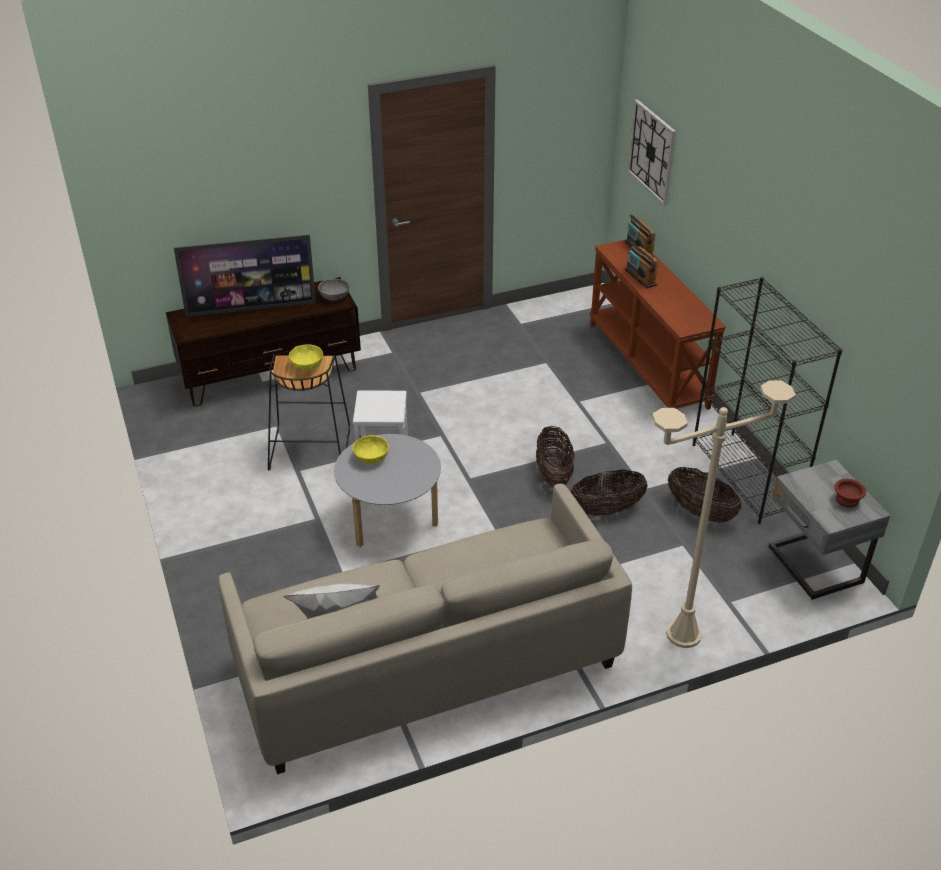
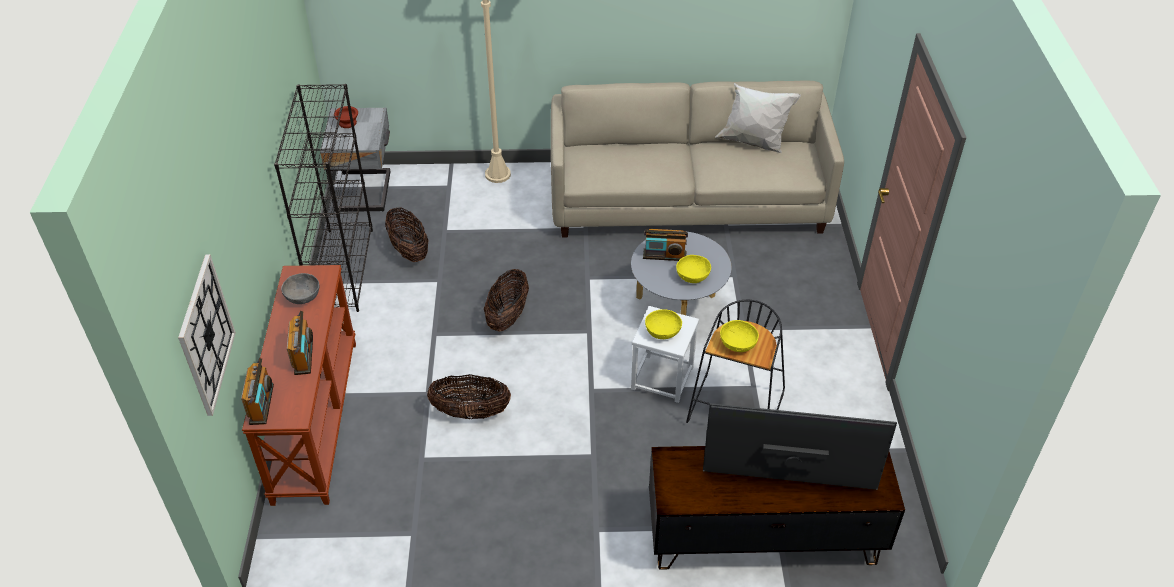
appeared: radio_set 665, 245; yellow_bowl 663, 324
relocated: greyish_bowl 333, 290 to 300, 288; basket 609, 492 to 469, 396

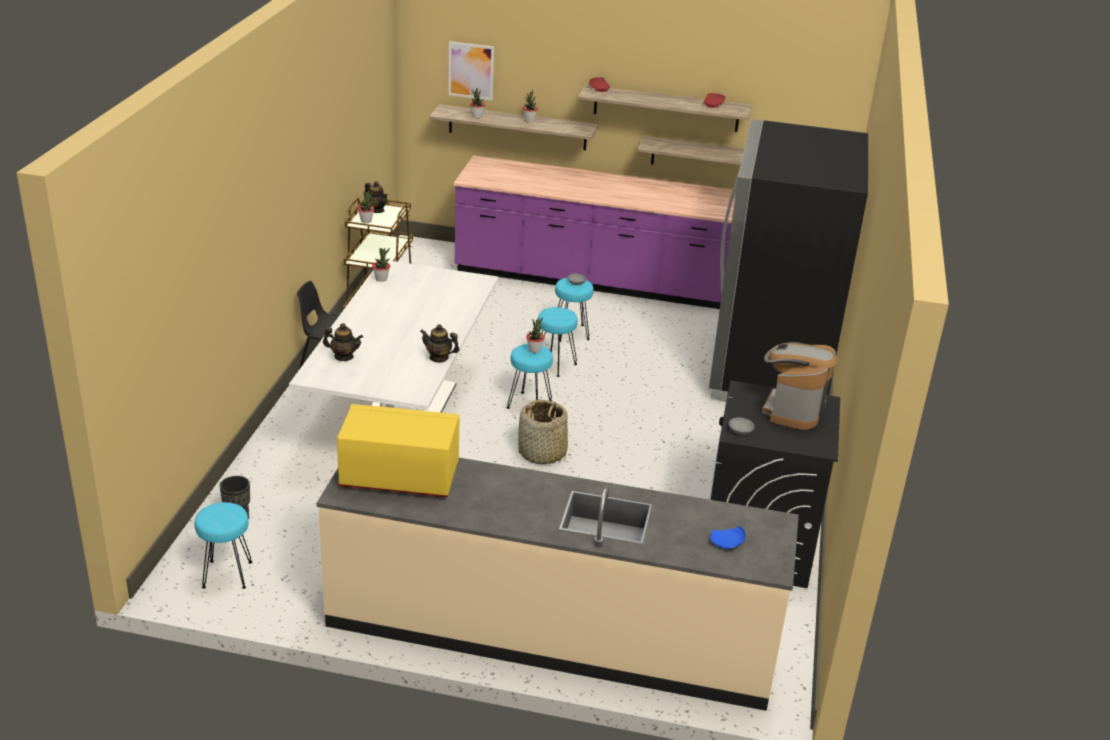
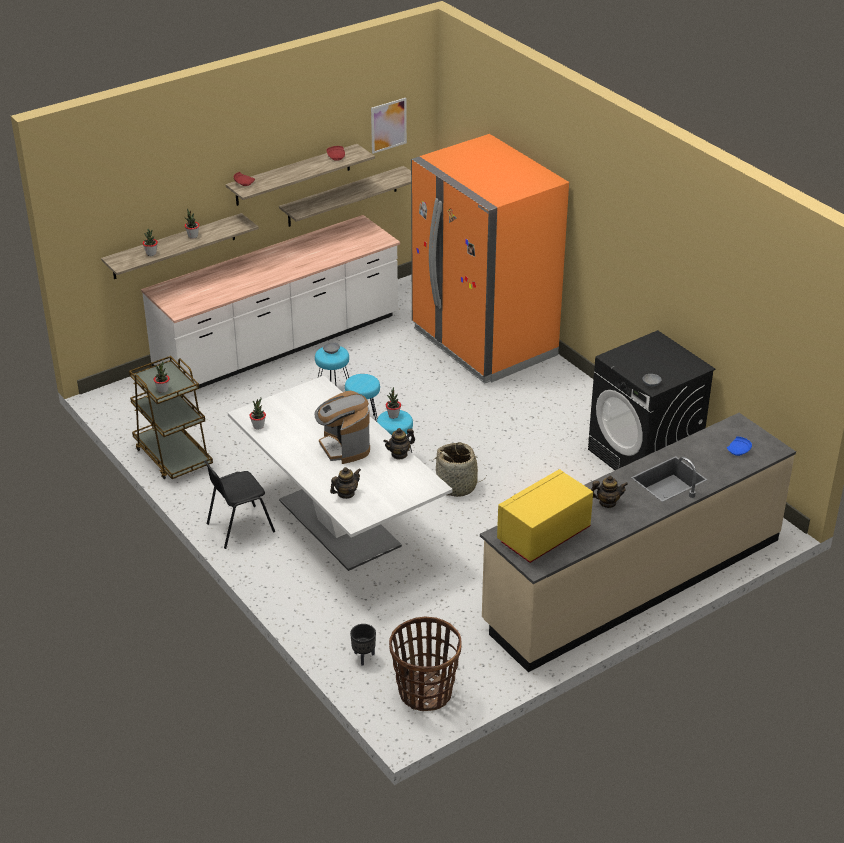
relocated: pot_for_tea 376, 197 to 609, 492; wall_picture 471, 71 to 389, 126; coffee_brewer 799, 386 to 342, 427
exchanged: blue-green_sitting_stool 223, 545 to basket 425, 664
colour: purple_kitchen_counter 595, 232 to whitish_kitchen_counter 270, 301; black-coloured_kitchen_fridge 788, 260 to orangey_kitchen_fridge 490, 258

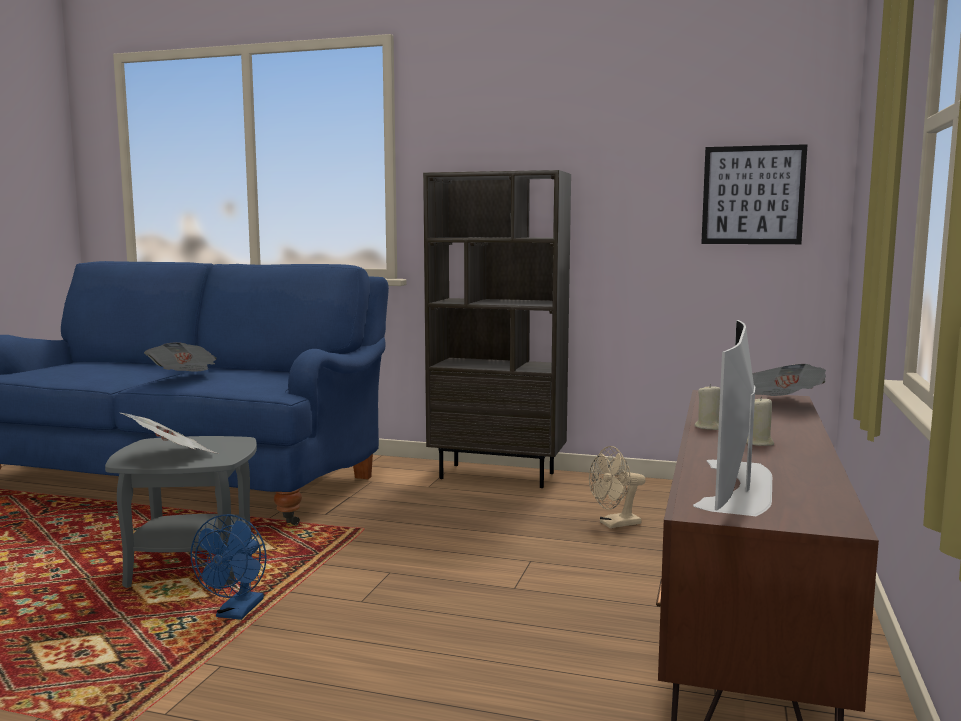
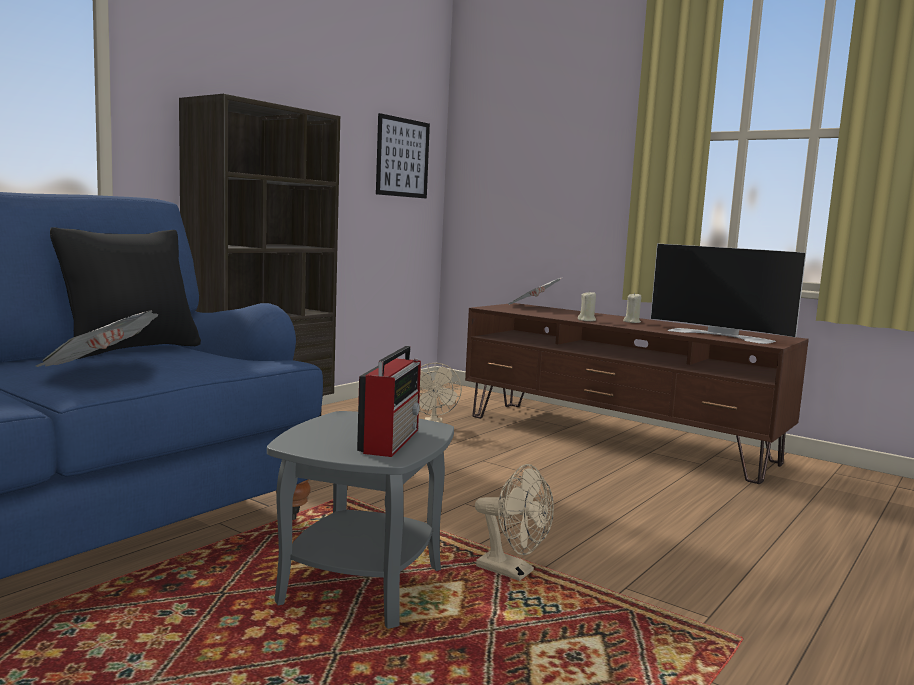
appeared: black-coloured_pillow 125, 293
exchanged: daily_paper 168, 433 to radio_set 389, 401
colour: blue-coloured_cooling_fan 228, 567 to beige-coloured_cooling_fan 514, 522

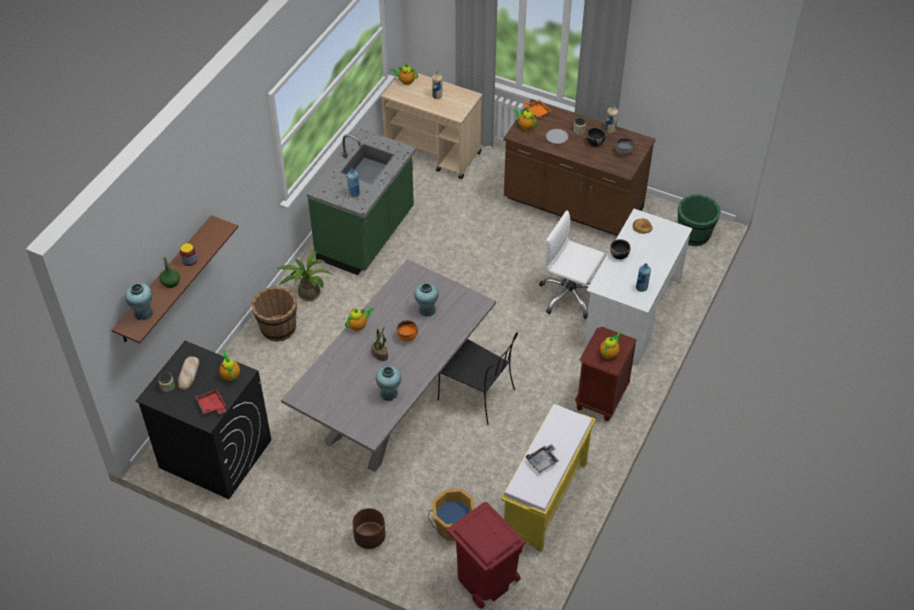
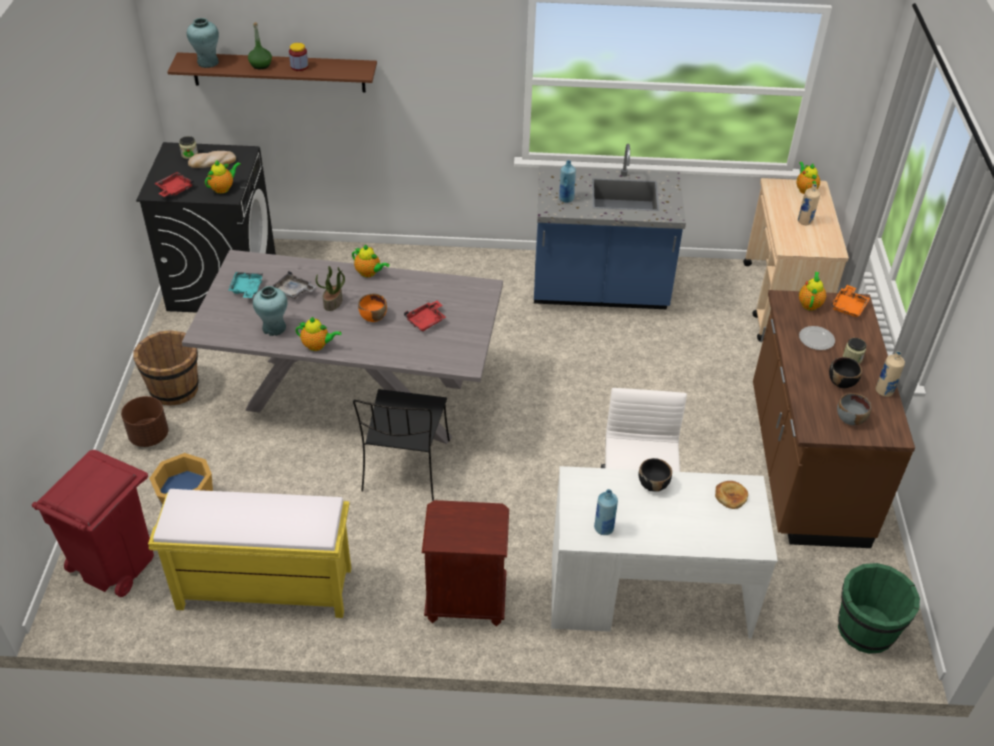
missing: potted_plant 305, 276
appeared: blue-green_serving_tray 245, 285
relocated: brownish_water_bucket 274, 314 to 166, 368; greyish_serving_tray 542, 458 to 294, 285; pot_for_tea 611, 345 to 318, 334
exchanged: blue-green_flower_vase 426, 299 to red-coloured_serving_tray 425, 316
colour: greenish_kitchen_counter 361, 202 to blue-coloured_kitchen_counter 610, 226

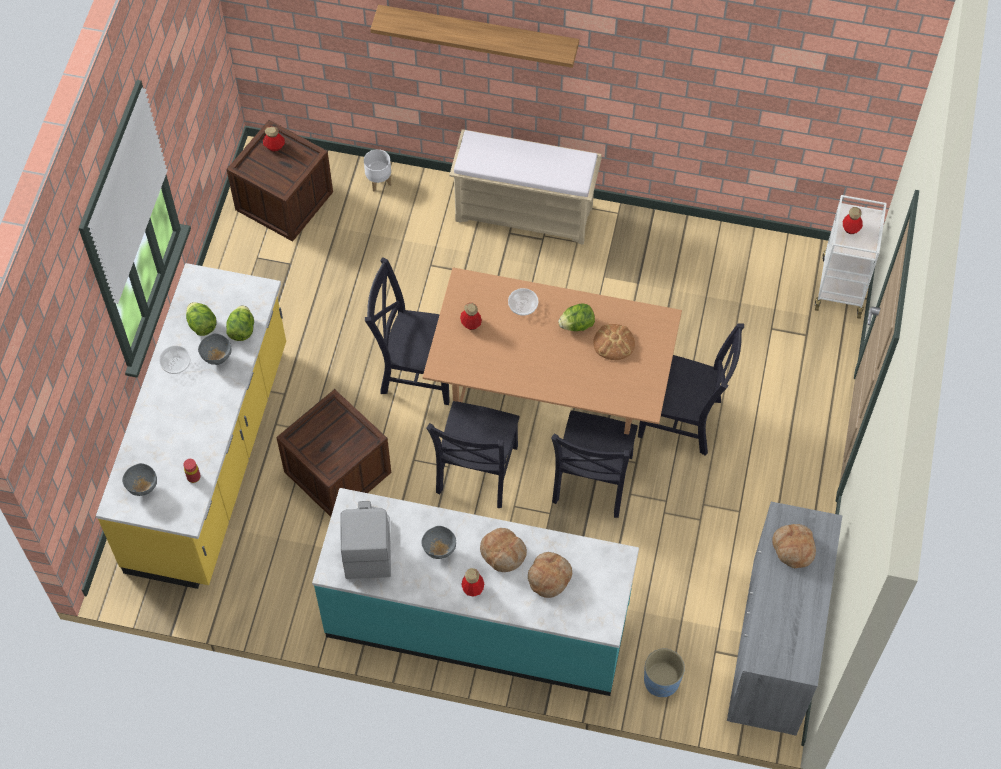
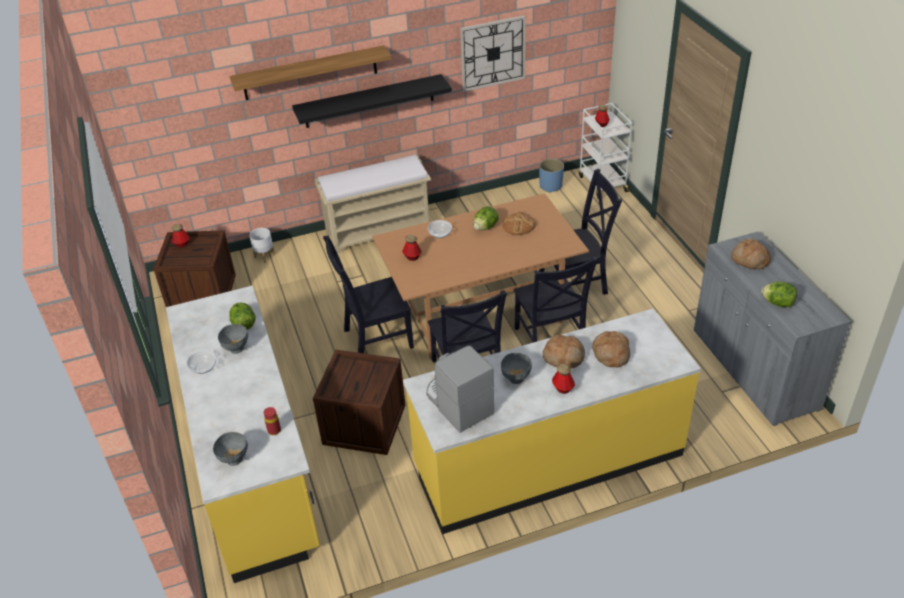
appeared: black-coloured_shelf 372, 101; hanging_clock 493, 53
relocated: head_of_lettuce 201, 319 to 779, 294; blue-coloured_flower_pot 664, 673 to 551, 176
colour: blue-green_kitchen_counter 475, 592 to yellow_kitchen_counter 552, 421

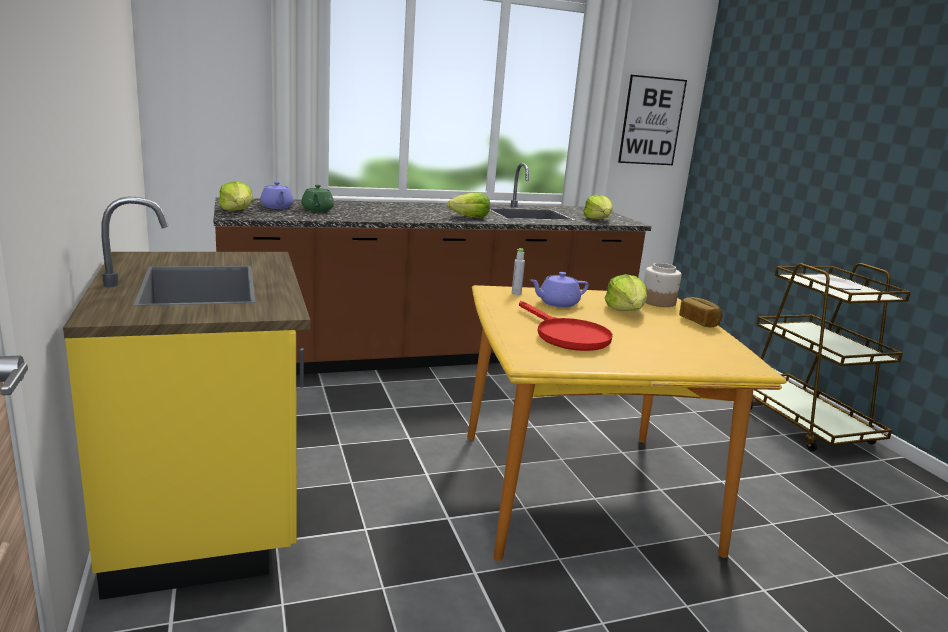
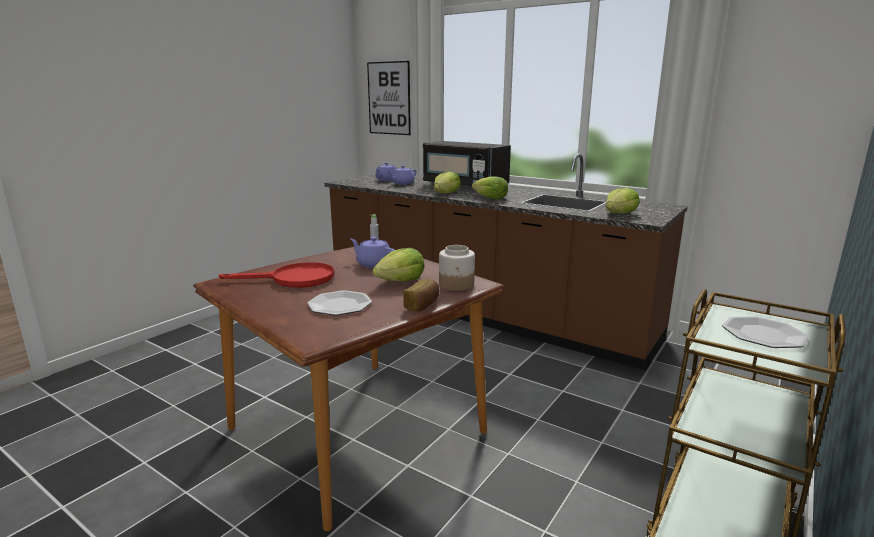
missing: yellow_kitchen_counter 186, 398
appeared: flat_dish 339, 302; black-coloured_microwave 467, 163
relocated: head_of_lettuce 236, 196 to 447, 182; wall_picture 652, 120 to 389, 98
colour: greenish_pot_for_tea 317, 198 to purple_pot_for_tea 402, 175; yellow_dinner_table 627, 423 to brownish_dinner_table 348, 389
spun: red-coloured_pan 566, 326 = 277, 275 120 degrees counterclockwise

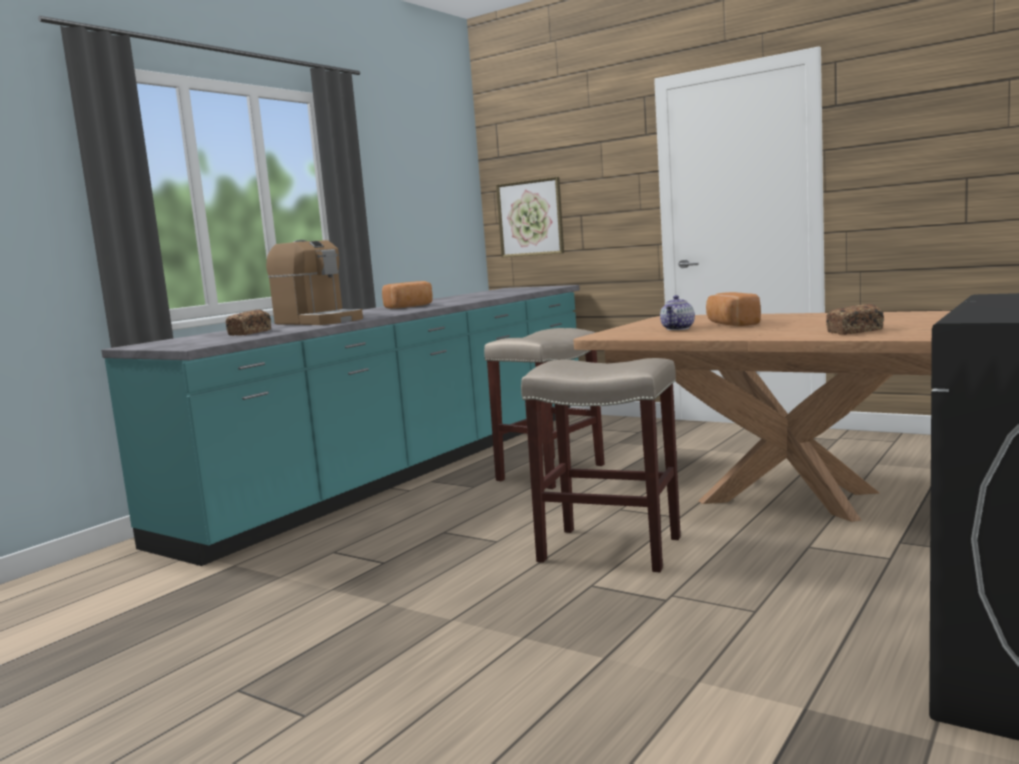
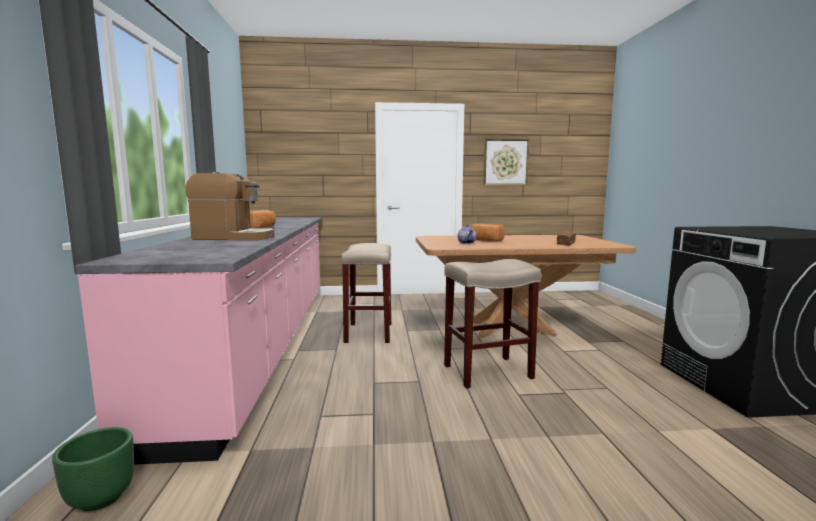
missing: bakery_bread 248, 323
appeared: greenish_flower_pot 93, 469
relocated: wall_picture 530, 217 to 506, 162
colour: blue-green_kitchen_counter 340, 425 to pink-coloured_kitchen_counter 199, 341

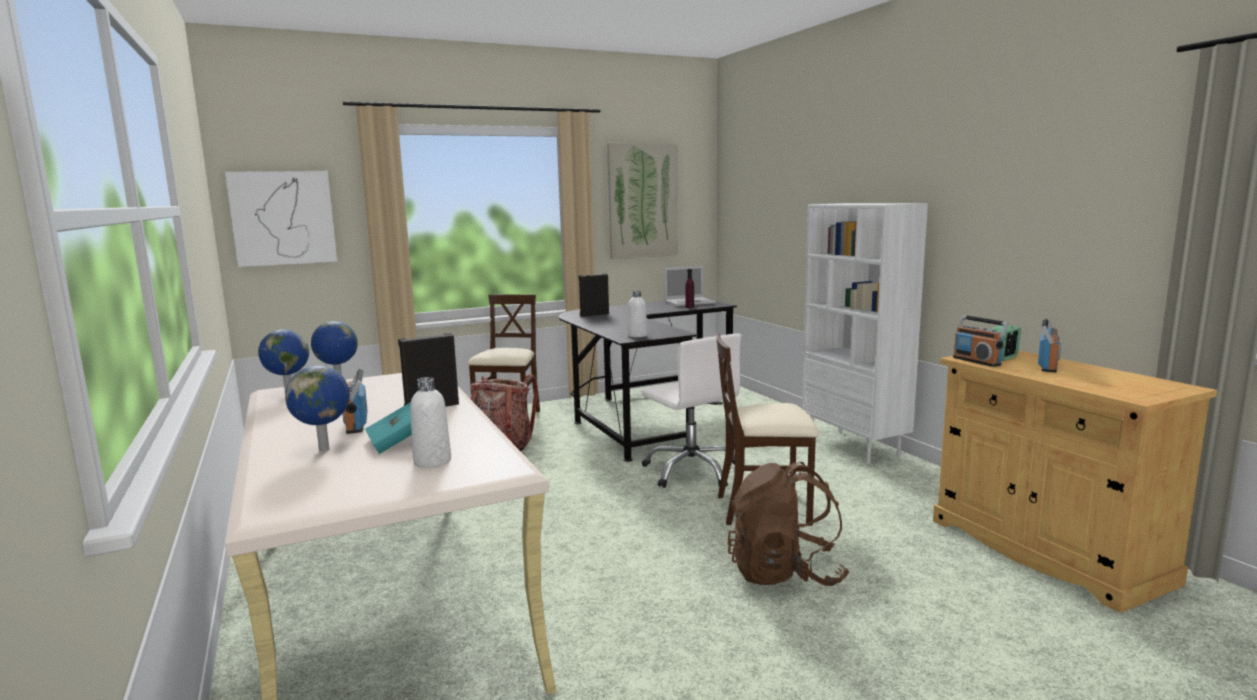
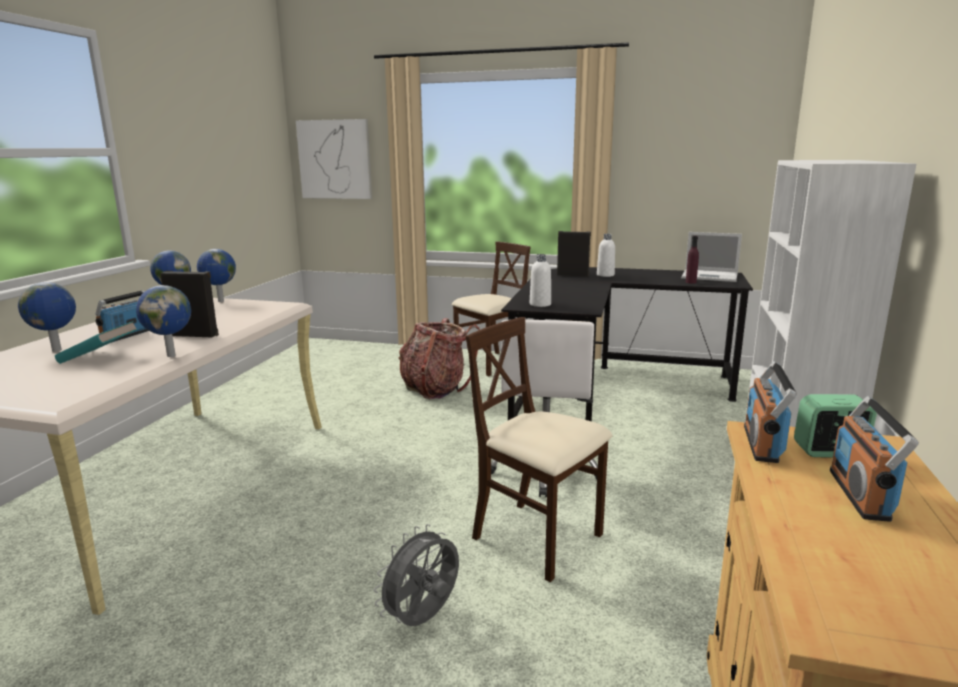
missing: wall_picture 642, 201
appeared: globe 163, 321
relocated: whitish_drink_bottle 430, 422 to 606, 255
exchanged: brownish_knapsack 788, 524 to greyish_cooling_fan 416, 575
spun: radio_set 1049, 345 = 874, 459 120 degrees clockwise

